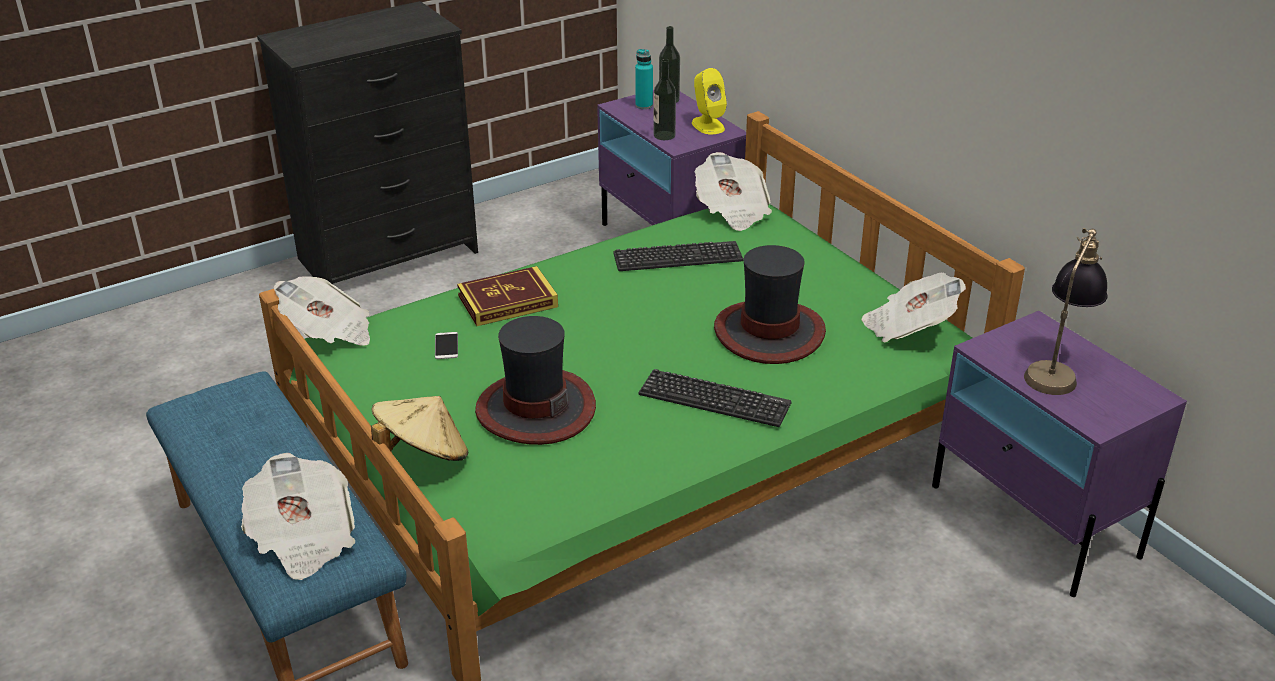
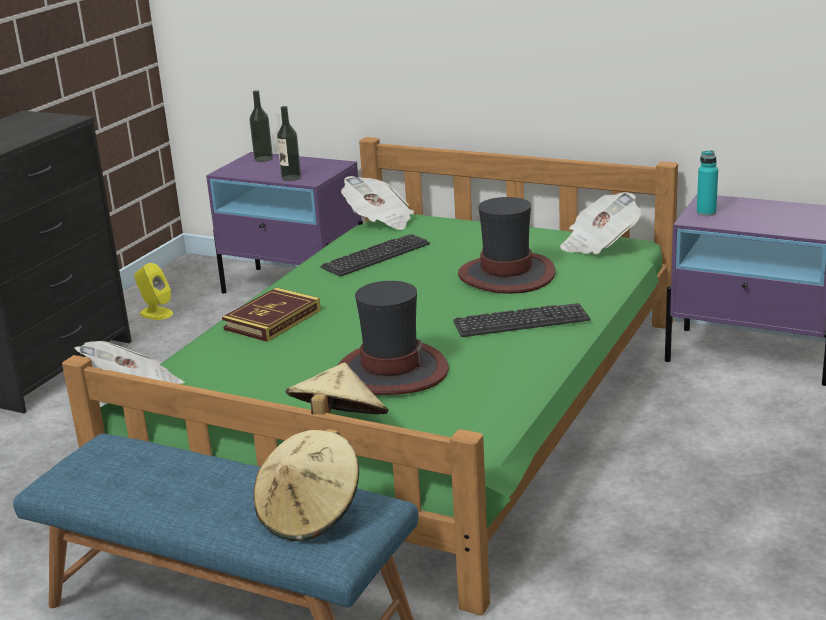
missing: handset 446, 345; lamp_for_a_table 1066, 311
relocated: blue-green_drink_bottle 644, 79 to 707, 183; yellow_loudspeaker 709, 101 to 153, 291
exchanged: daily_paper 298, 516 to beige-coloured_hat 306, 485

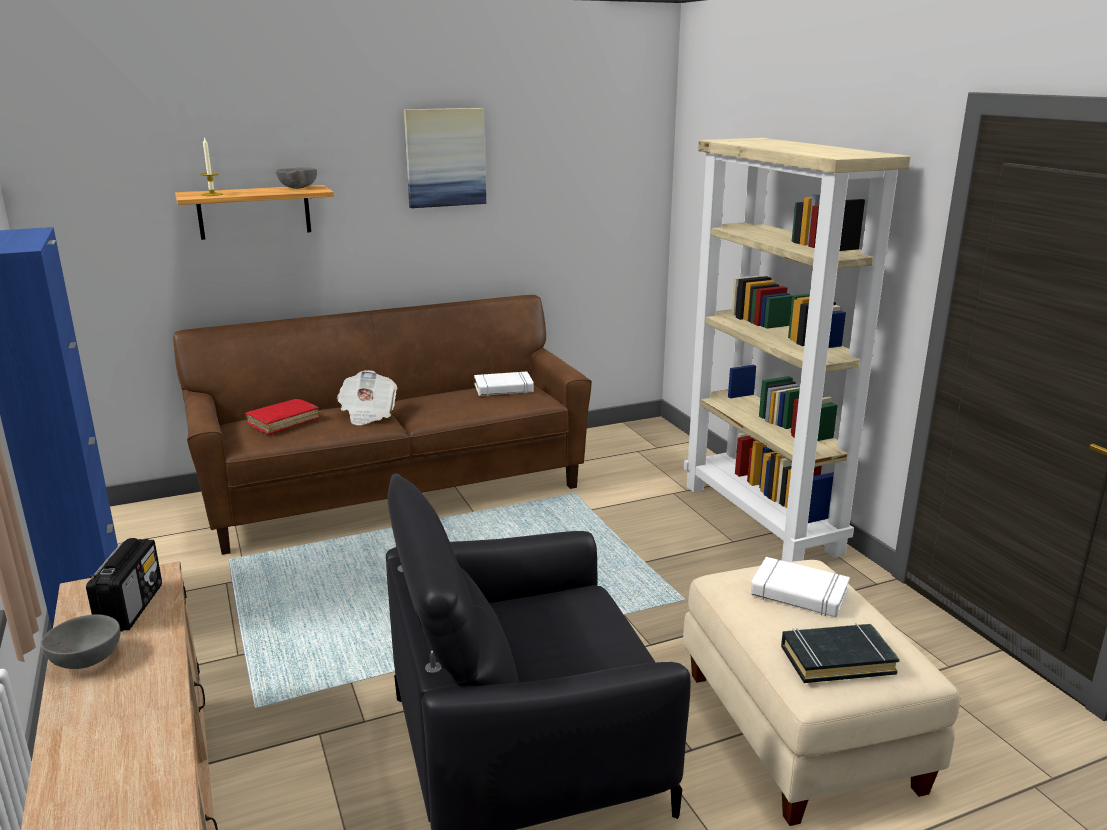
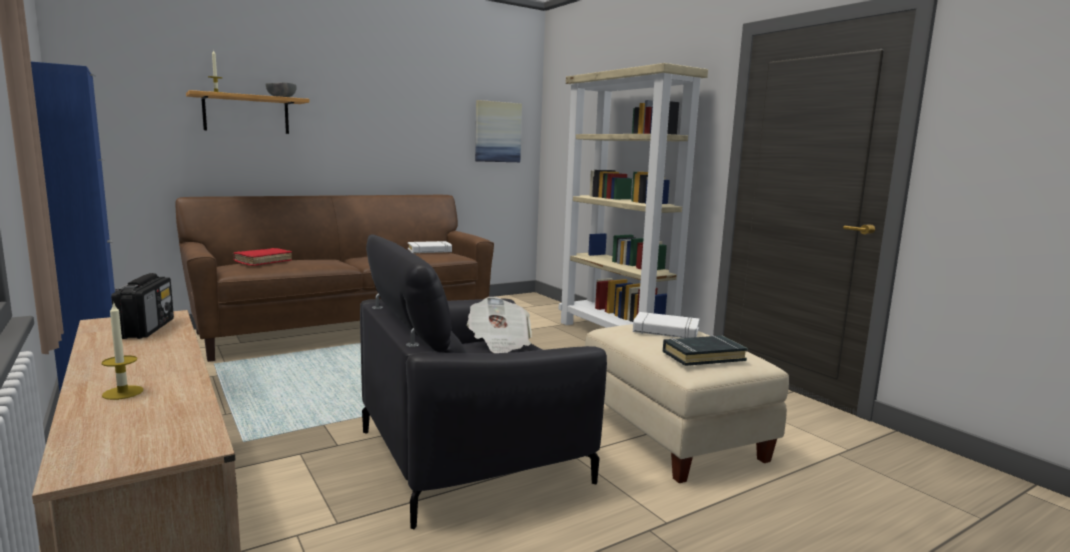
missing: greyish_bowl 80, 641
appeared: wax_light 122, 351
relocated: daily_paper 367, 397 to 499, 325; wall_picture 445, 158 to 498, 131

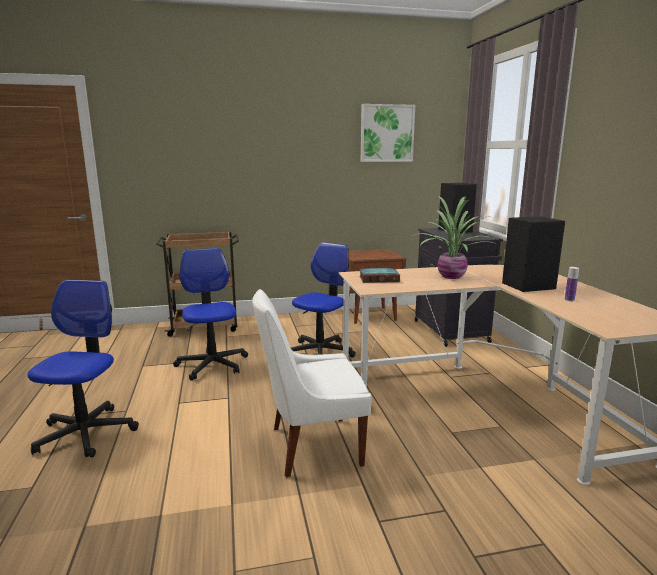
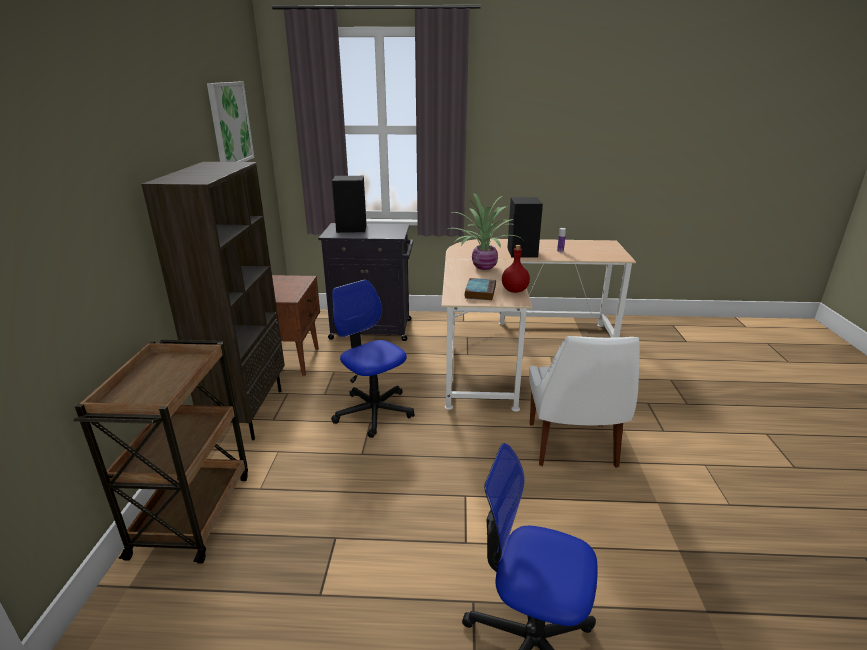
missing: desk_chair 210, 314
appeared: brownish_bookshelf 213, 301; red-coloured_drink_bottle 516, 269

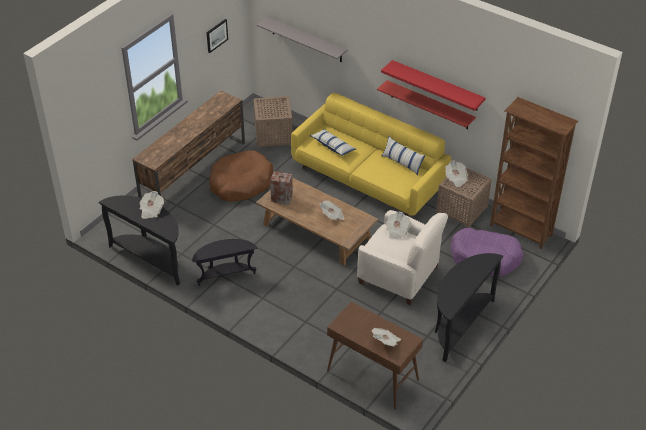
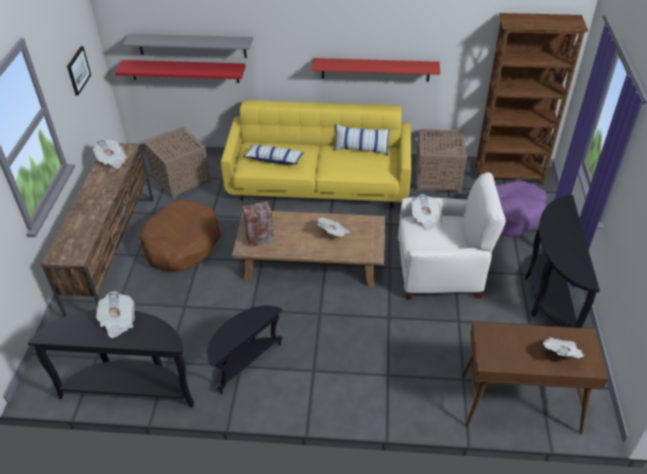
relocated: red-coloured_shelf 433, 85 to 180, 71; daily_paper 456, 173 to 110, 154

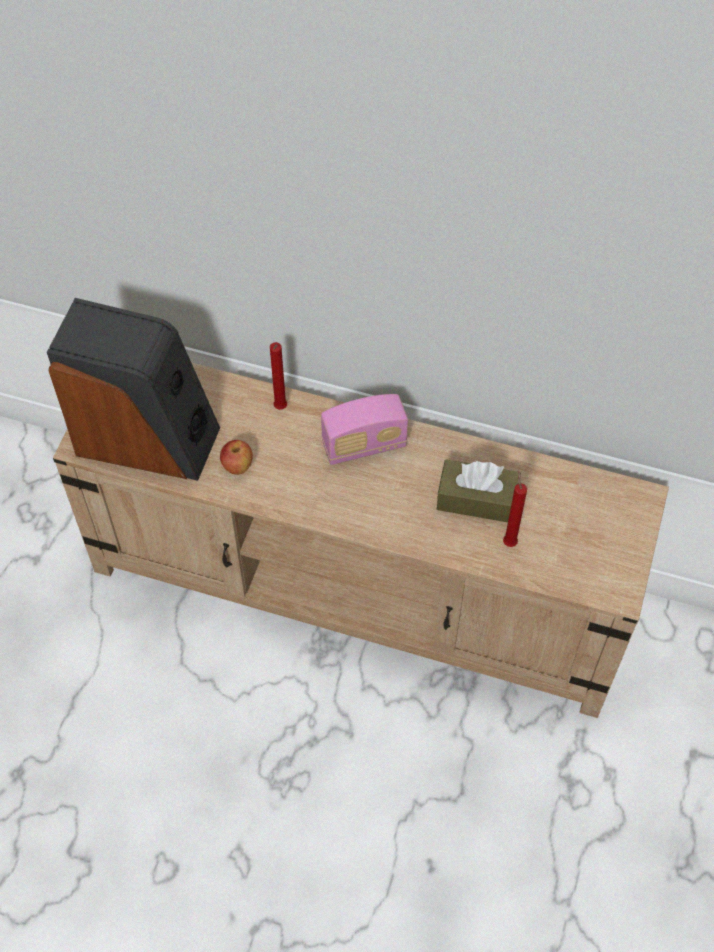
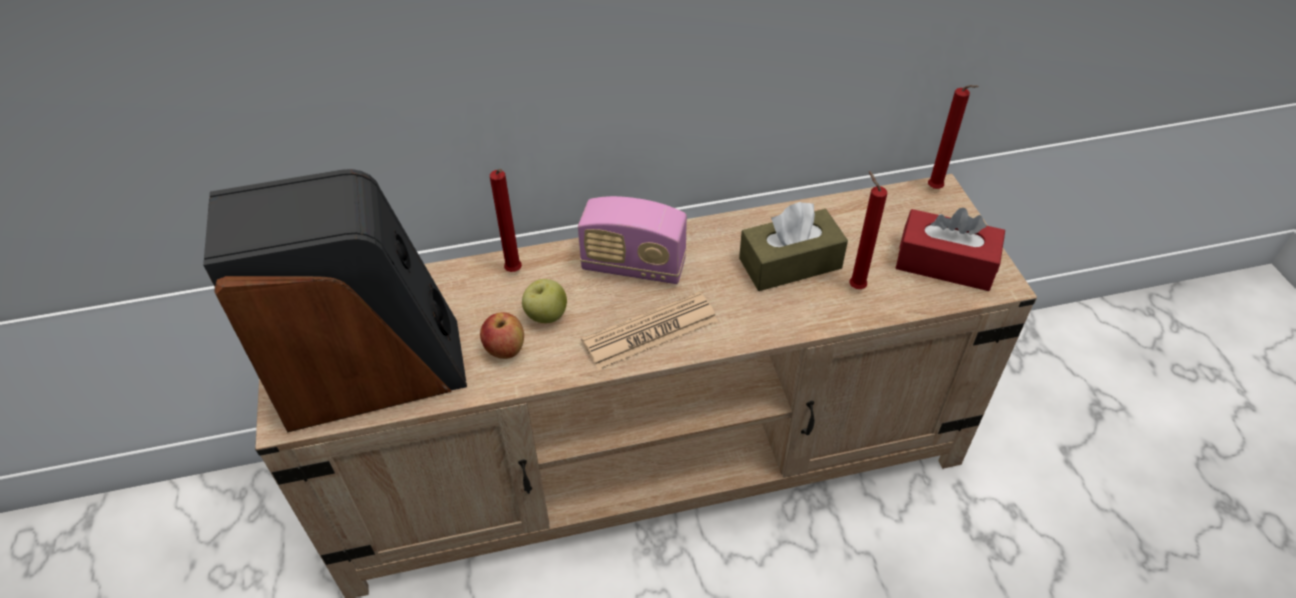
appeared: apple_fruit 544, 301; daily_paper 649, 331; red-coloured_tissue_holder 950, 249; red-coloured_wax_light 953, 137
spun: radio_set 364, 429 = 632, 240 60 degrees clockwise

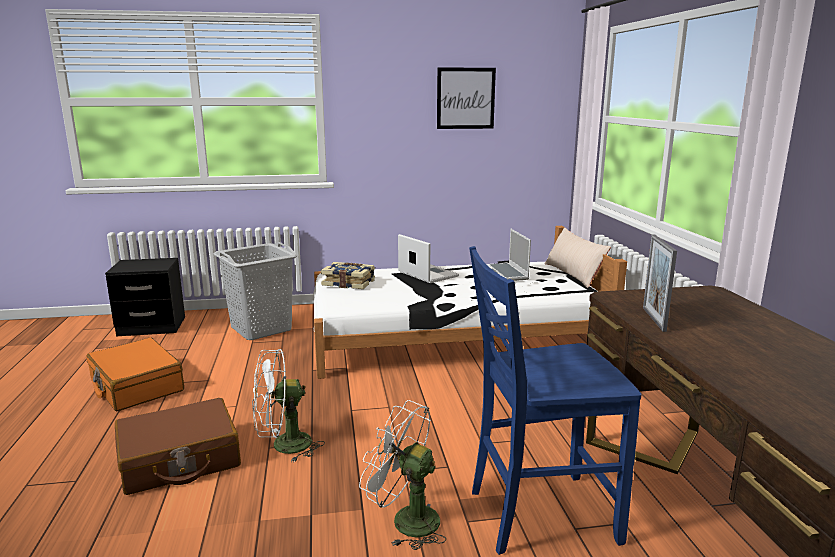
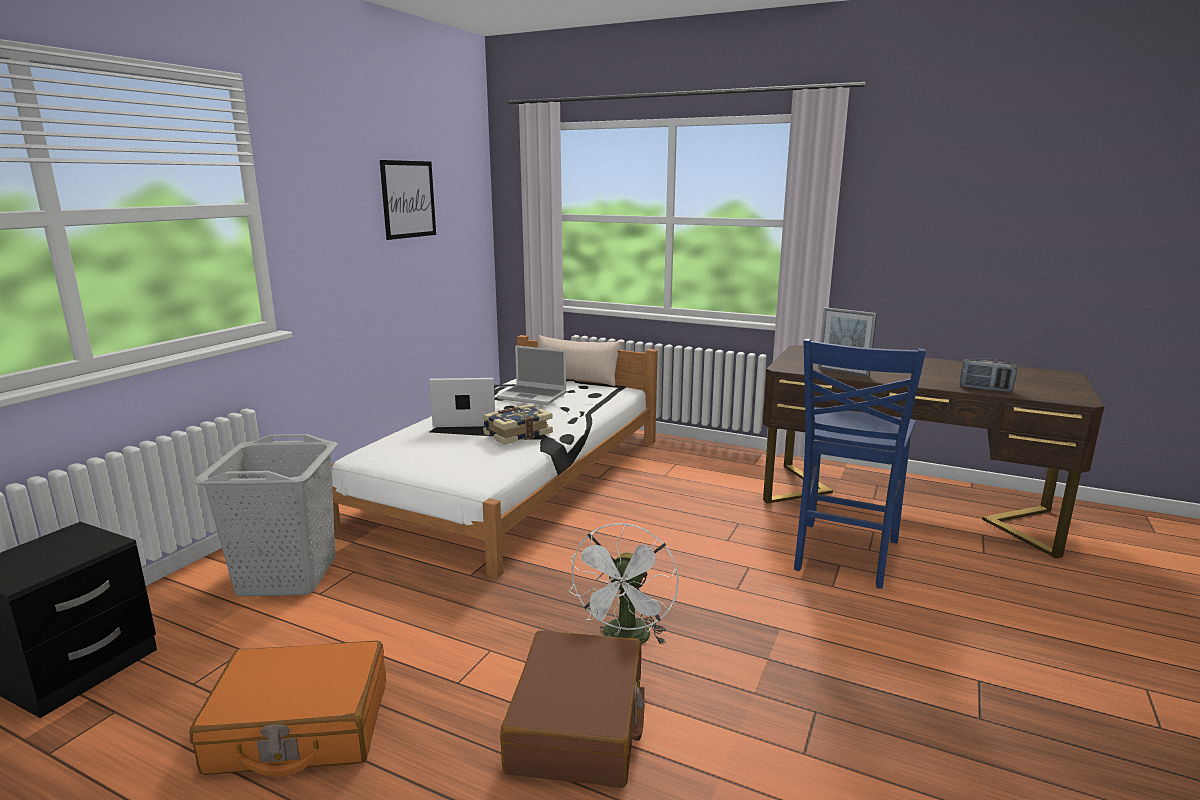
missing: whitish_cooling_fan 403, 475
appeared: radio_set 988, 375
relocated: book 348, 275 to 517, 424

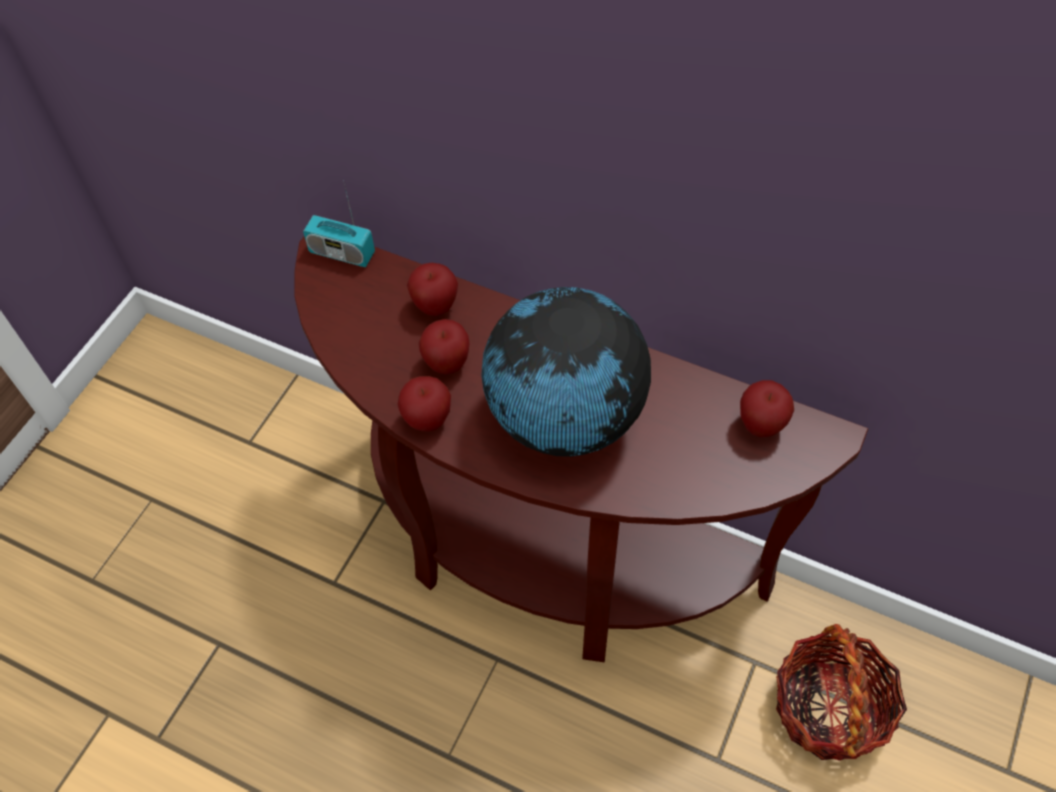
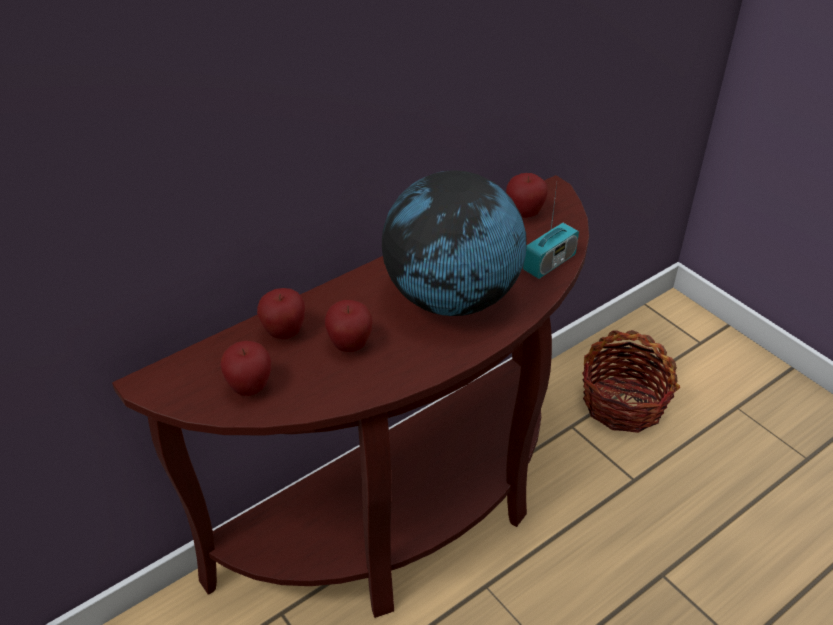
relocated: radio_set 339, 223 to 551, 232; apple_fruit 424, 403 to 245, 368

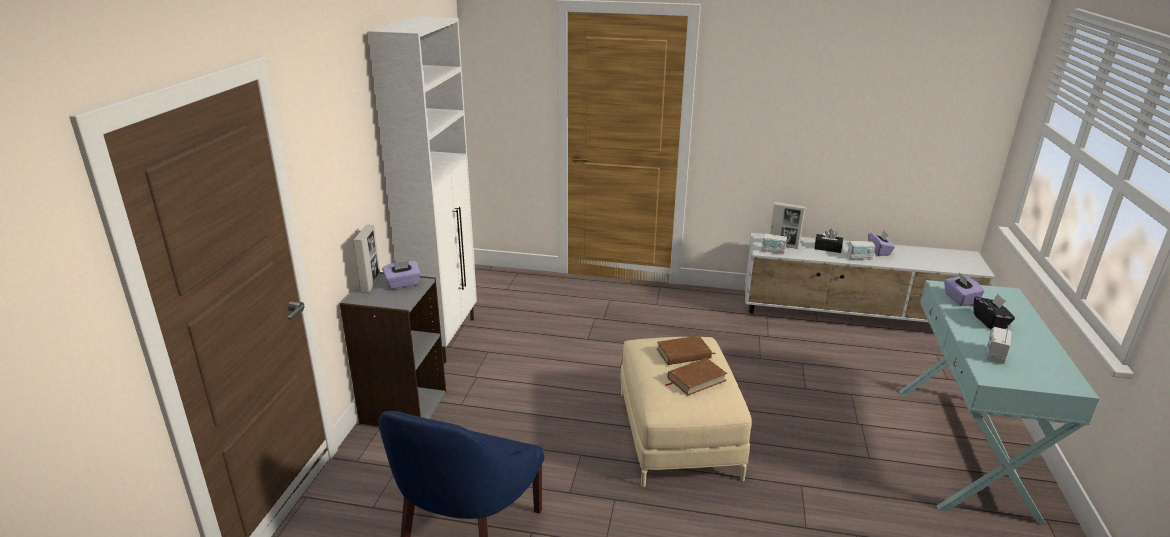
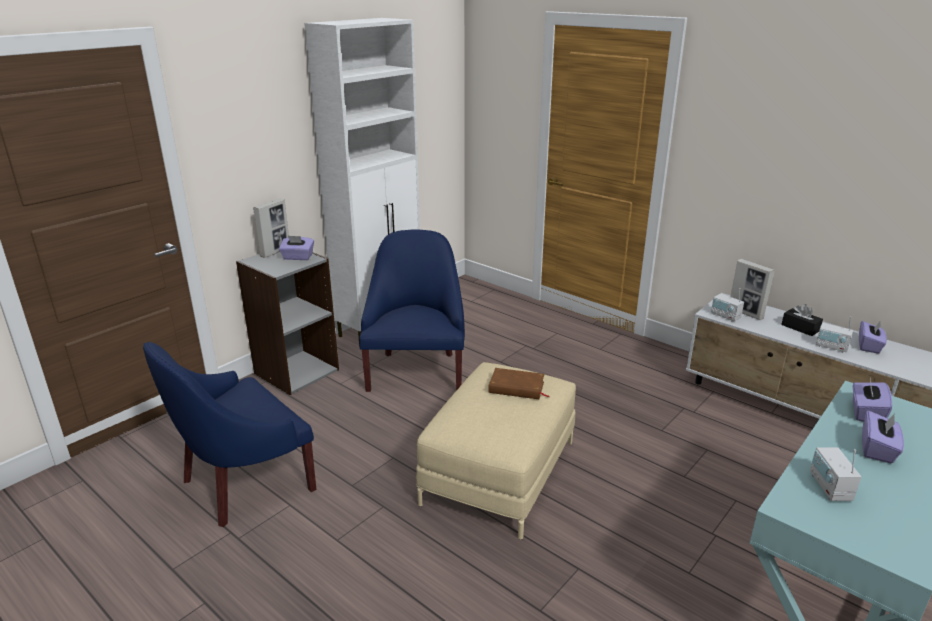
missing: brownish_book 696, 376
appeared: blue-coloured_lounge_chair 412, 310
colour: black-coloured_tissue_holder 994, 311 to purple_tissue_holder 883, 436
spun: radio_set 998, 344 = 835, 474 60 degrees counterclockwise

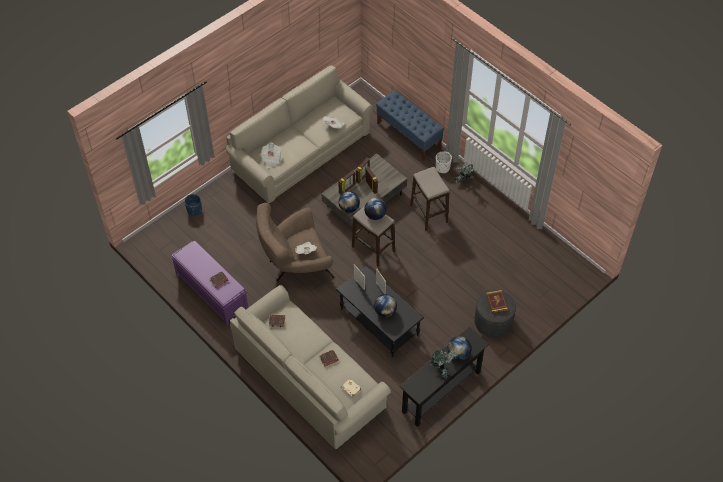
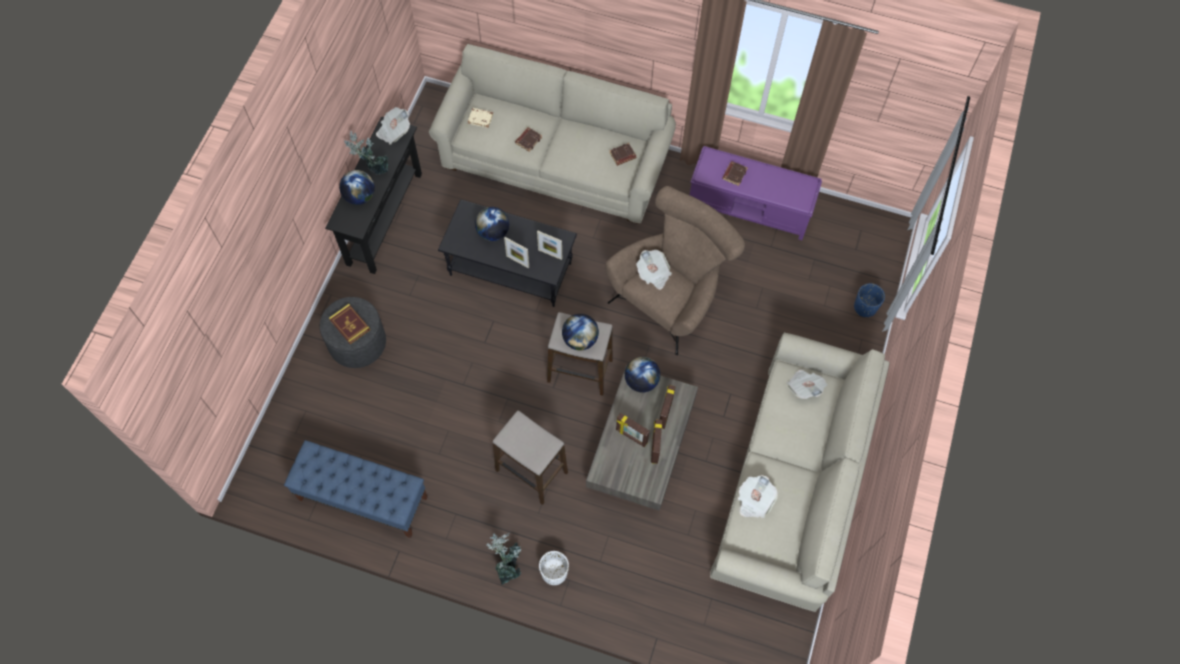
appeared: daily_paper 393, 126
relocated: blue-coloured_indoor_bench 410, 125 to 356, 489

